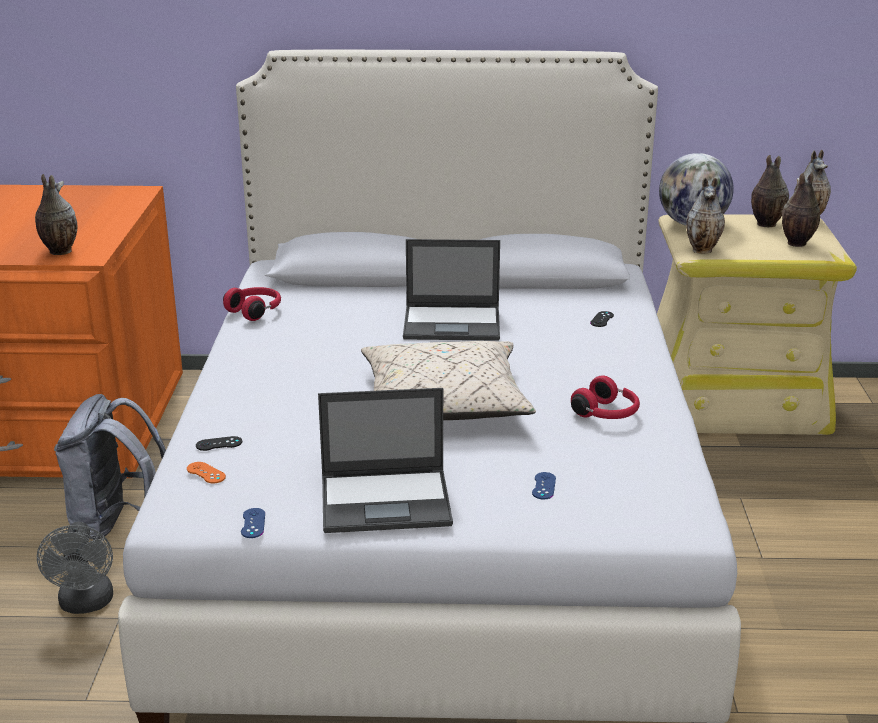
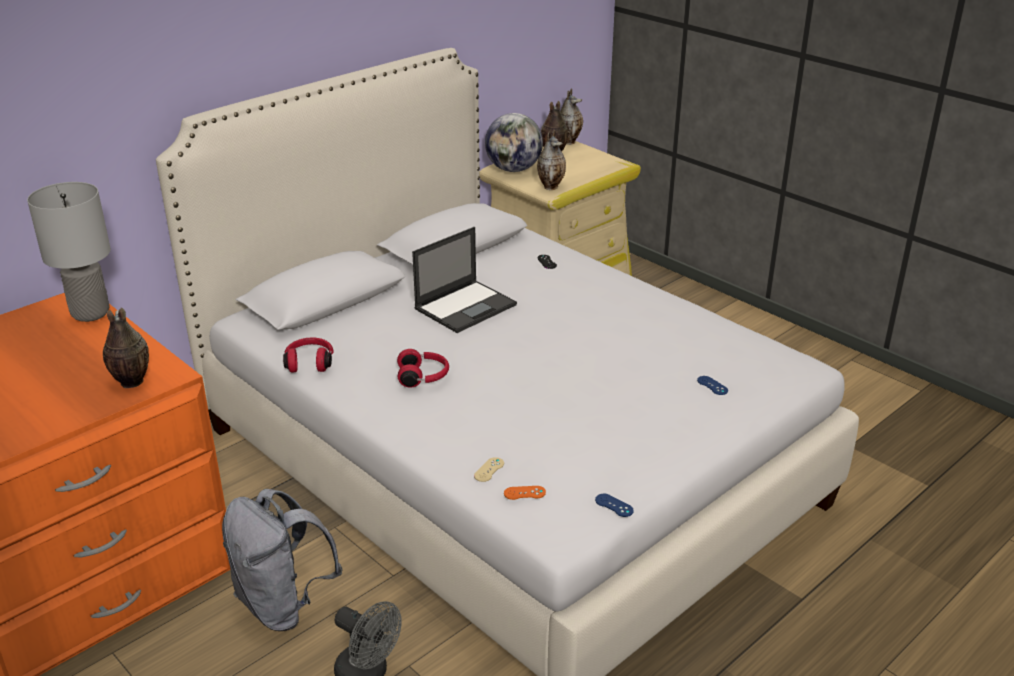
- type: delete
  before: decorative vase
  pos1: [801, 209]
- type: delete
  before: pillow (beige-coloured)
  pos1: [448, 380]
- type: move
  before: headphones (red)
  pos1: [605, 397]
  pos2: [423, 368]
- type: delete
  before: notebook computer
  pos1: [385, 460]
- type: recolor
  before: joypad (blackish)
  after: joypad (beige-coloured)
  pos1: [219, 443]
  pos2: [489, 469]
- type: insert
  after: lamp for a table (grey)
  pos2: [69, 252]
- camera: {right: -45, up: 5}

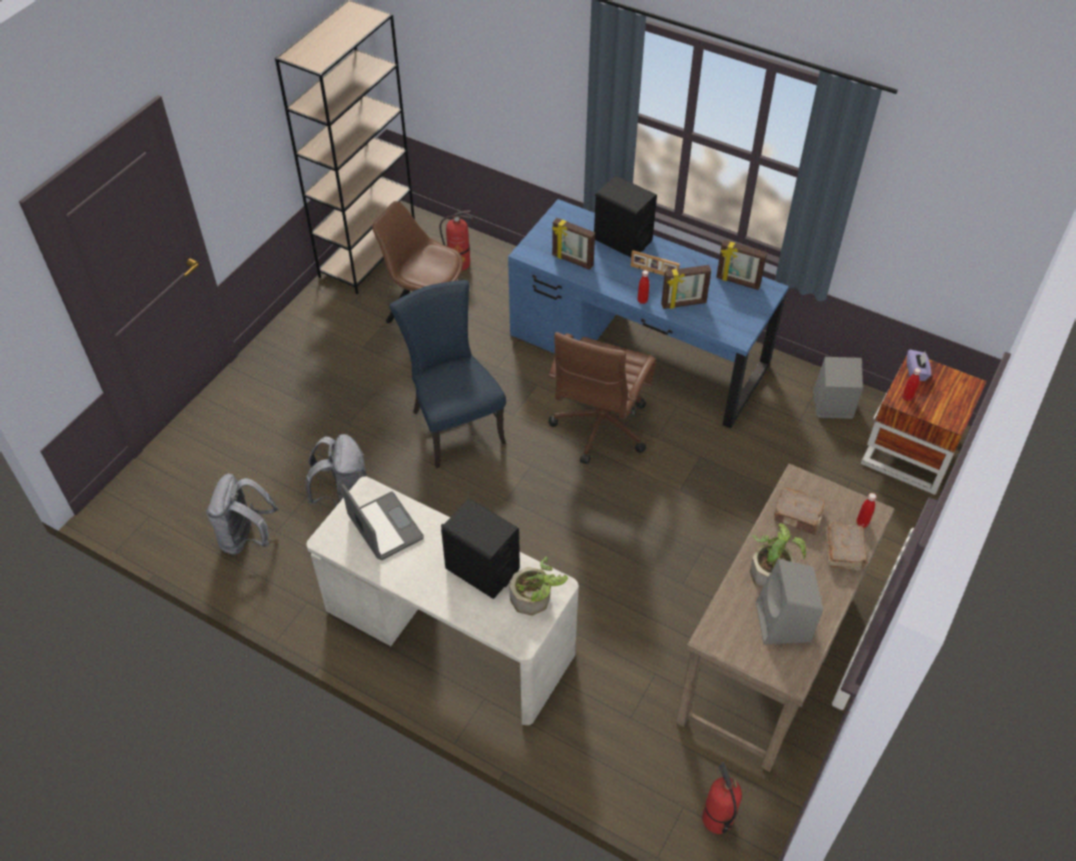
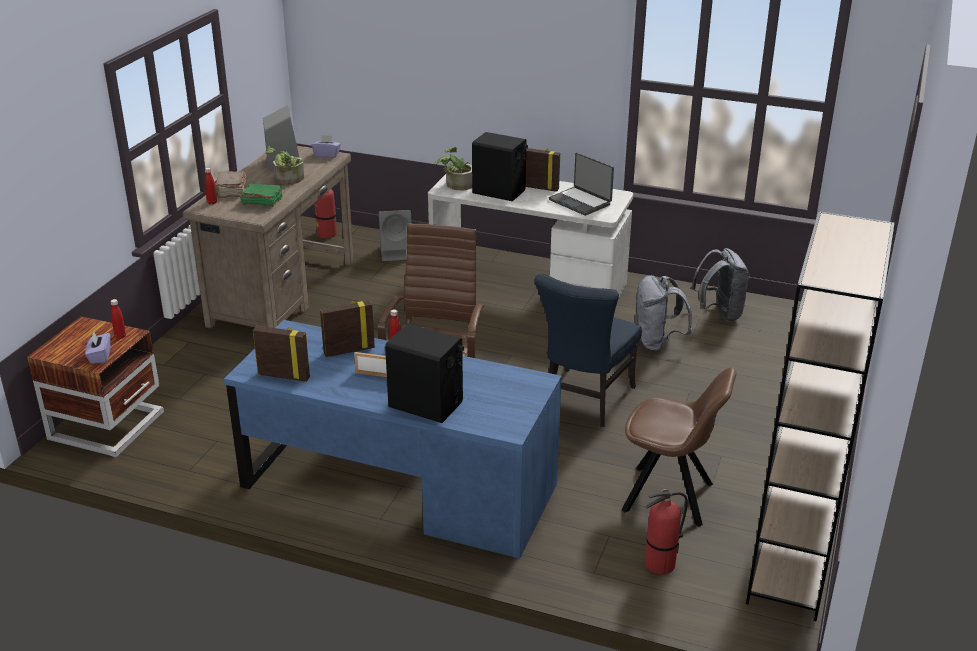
- type: move
  before: standing frame
  pos1: [573, 244]
  pos2: [543, 170]
- type: rotate
  before: plain chair (blue)
  pos1: [447, 374]
  pos2: [588, 350]
  turn: 60
- type: move
  before: audio speaker (grey)
  pos1: [838, 388]
  pos2: [395, 235]
- type: recolor
  before: bound book (brownish)
  after: bound book (greenish)
  pos1: [799, 511]
  pos2: [261, 195]
- type: insert
  after: box of tissues (purplish)
  pos2: [326, 146]
- camera: {right: 170, up: -20}

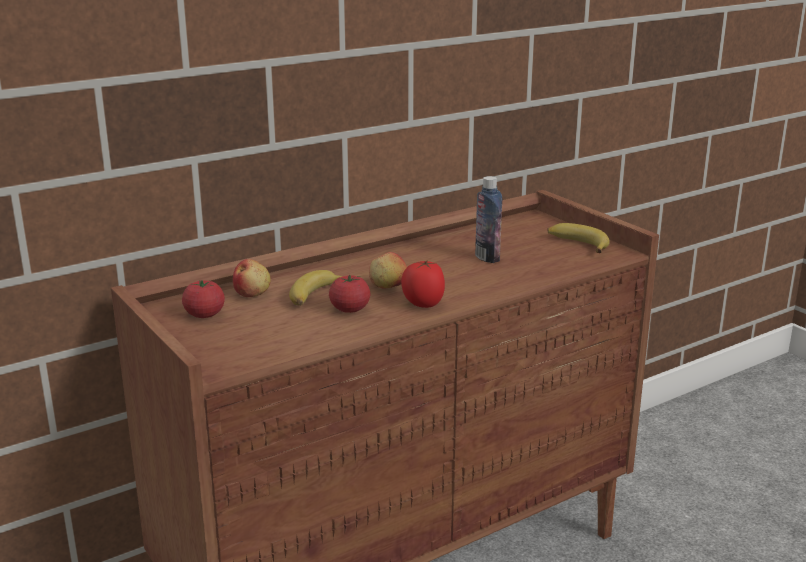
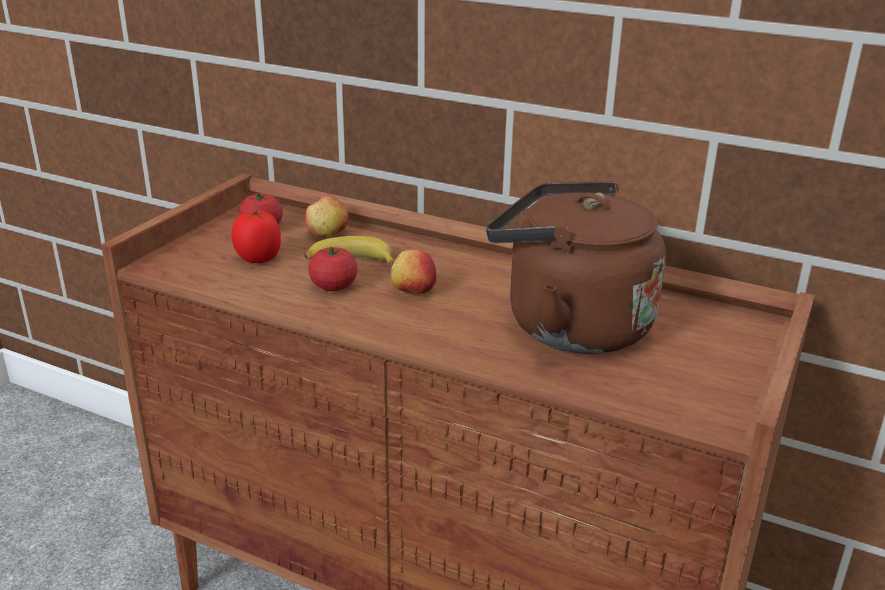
- type: replace
  before: beverage bottle
  after: water kettle (brownish)
  pos1: [488, 219]
  pos2: [576, 267]
- type: delete
  before: banana fruit
  pos1: [578, 238]
- type: move
  before: fresh tomato
  pos1: [423, 284]
  pos2: [256, 236]
- camera: {right: 60, up: 5}

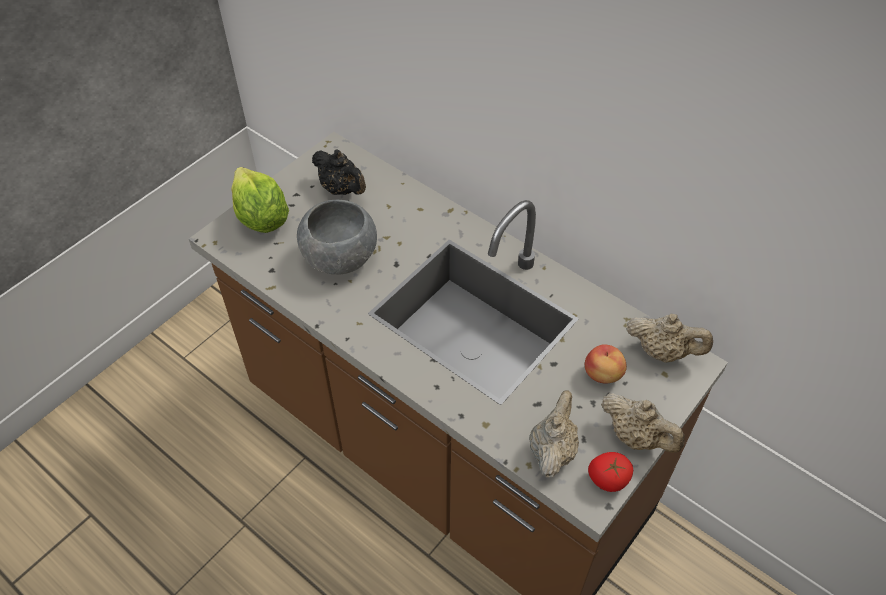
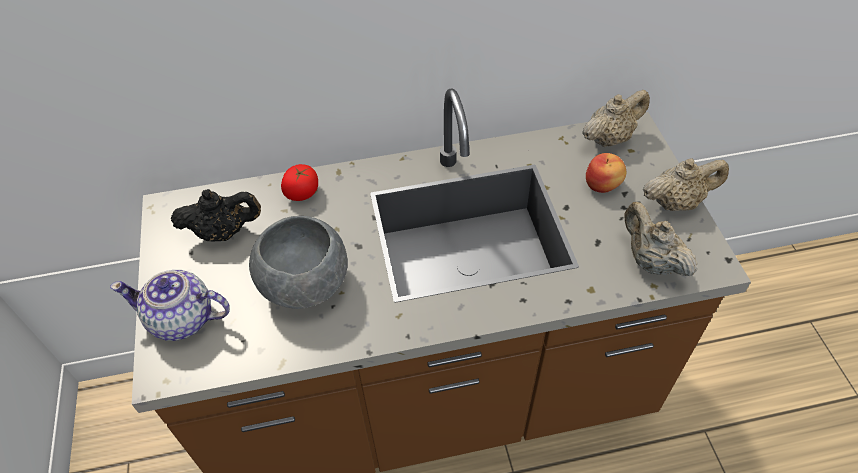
- type: replace
  before: head of lettuce
  after: pot for tea
  pos1: [260, 200]
  pos2: [170, 305]
- type: move
  before: fresh tomato
  pos1: [610, 472]
  pos2: [299, 182]
- camera: {right: -50, up: 0}

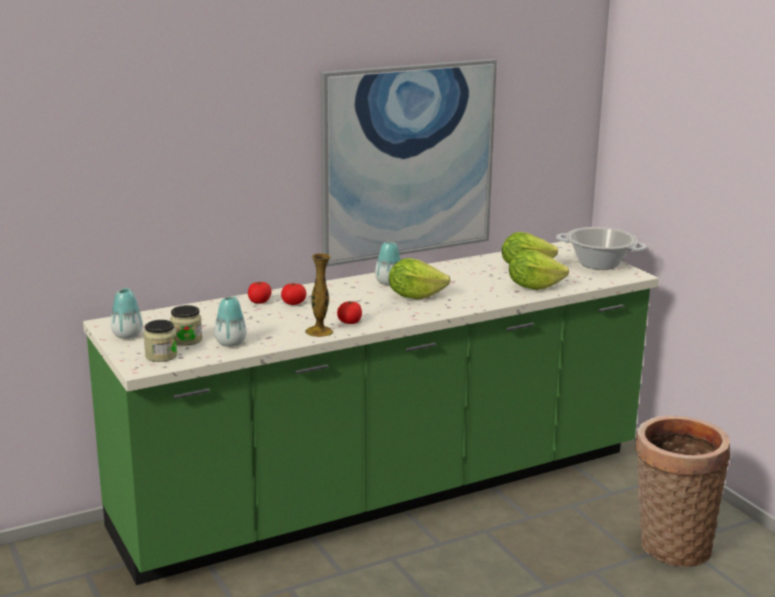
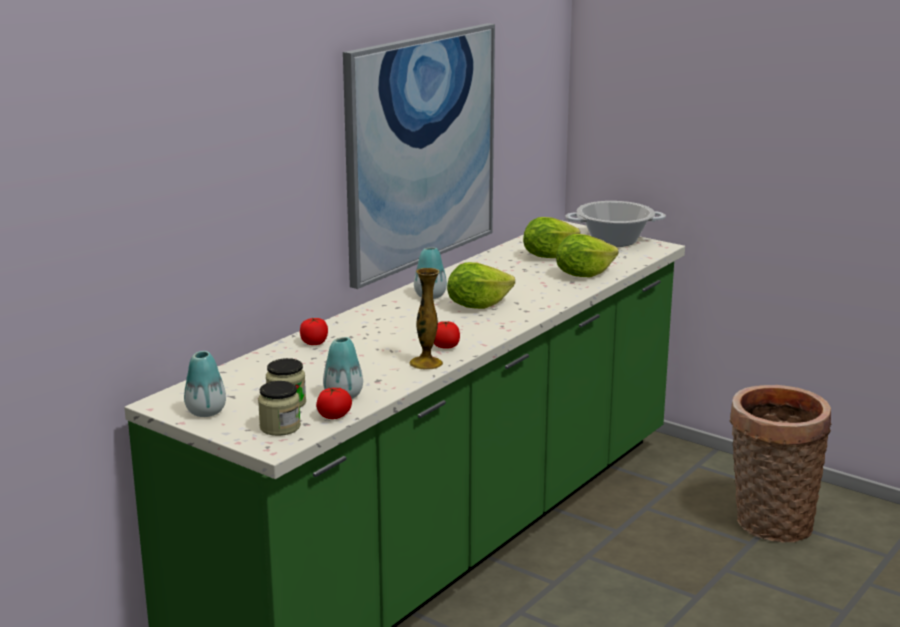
- type: move
  before: fresh tomato
  pos1: [293, 294]
  pos2: [334, 403]
- camera: {right: -25, up: 0}

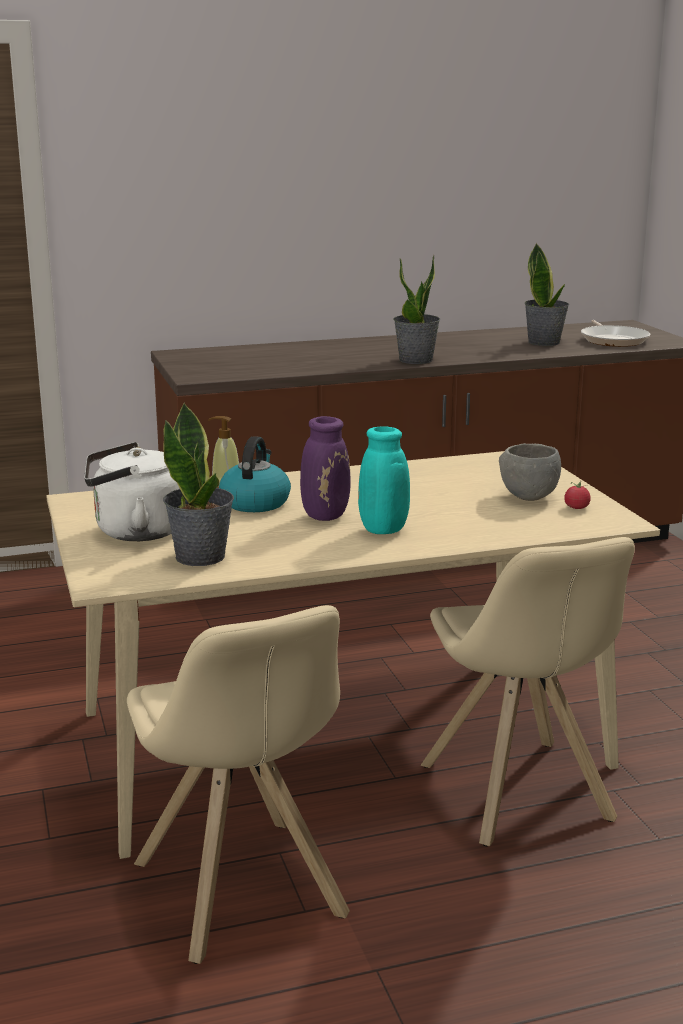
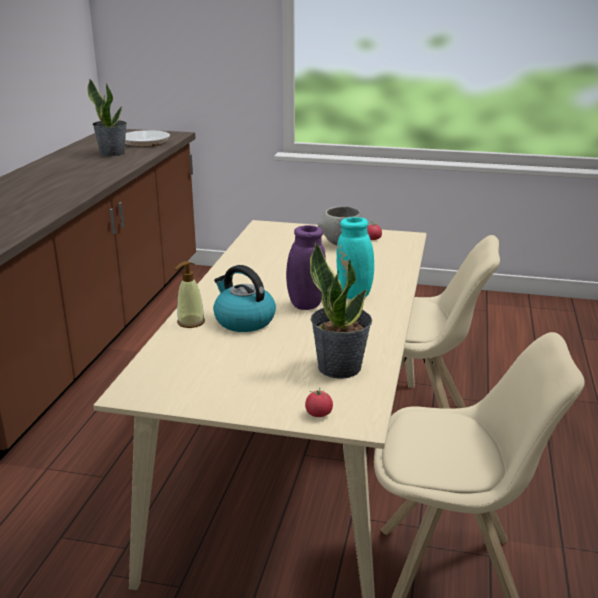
- type: delete
  before: houseplant
  pos1: [417, 309]
- type: delete
  before: water kettle (white)
  pos1: [132, 491]
- type: insert
  after: fresh tomato
  pos2: [319, 402]
- camera: {right: -60, up: 5}

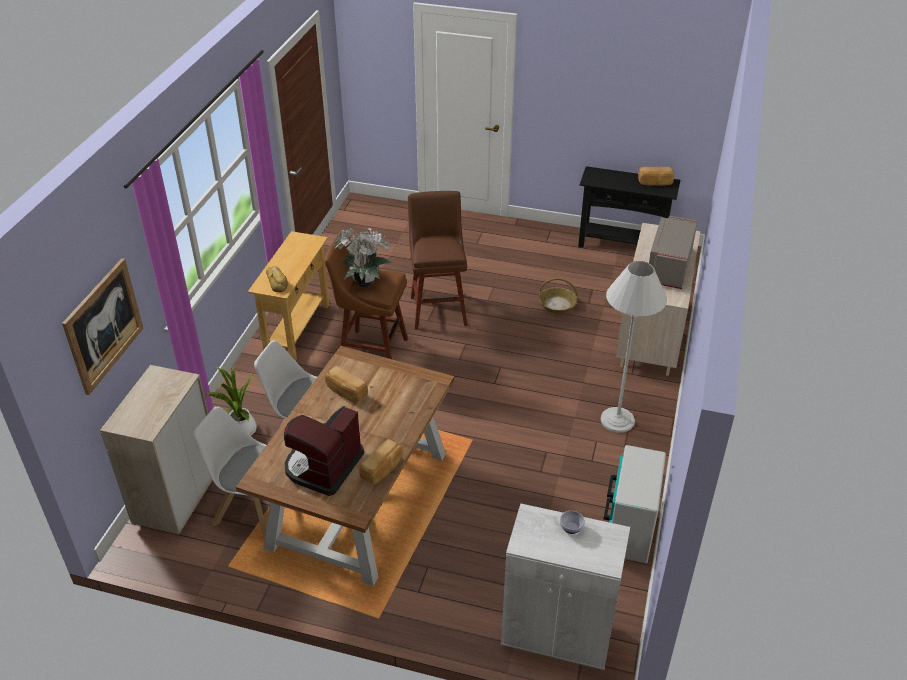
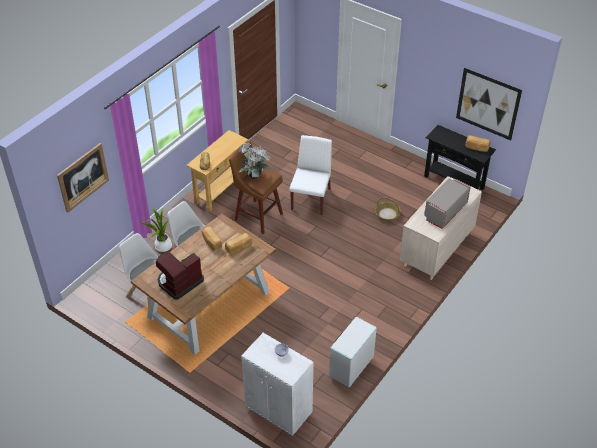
- type: replace
  before: stool (brownish)
  after: plain chair (white)
  pos1: [437, 260]
  pos2: [311, 175]
- type: delete
  before: standing lamp (white)
  pos1: [634, 347]
- type: delete
  before: storage cabinet (beige-coloured)
  pos1: [156, 450]
- type: move
  before: bread
  pos1: [381, 461]
  pos2: [238, 243]
- type: insert
  after: picture
  pos2: [489, 104]
- camera: {right: 20, up: 5}

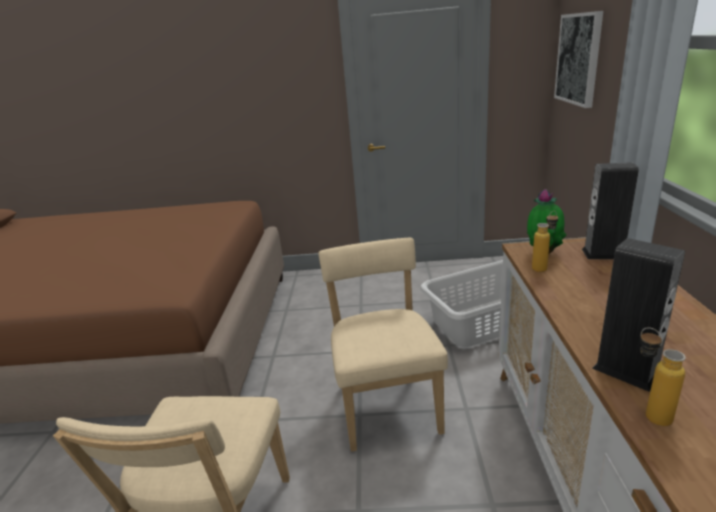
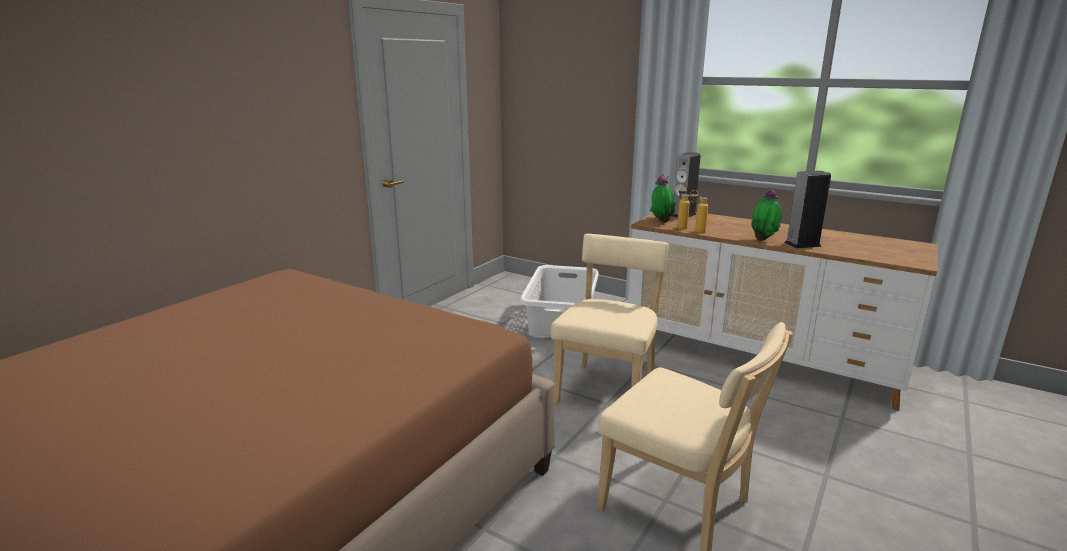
- type: delete
  before: picture
  pos1: [578, 59]
- type: rotate
  before: plain chair (beige-coloured)
  pos1: [383, 345]
  pos2: [610, 319]
  turn: 90
- type: move
  before: beverage bottle
  pos1: [663, 376]
  pos2: [699, 211]
- type: insert
  after: houseplant
  pos2: [766, 214]
- camera: {right: -60, up: -5}

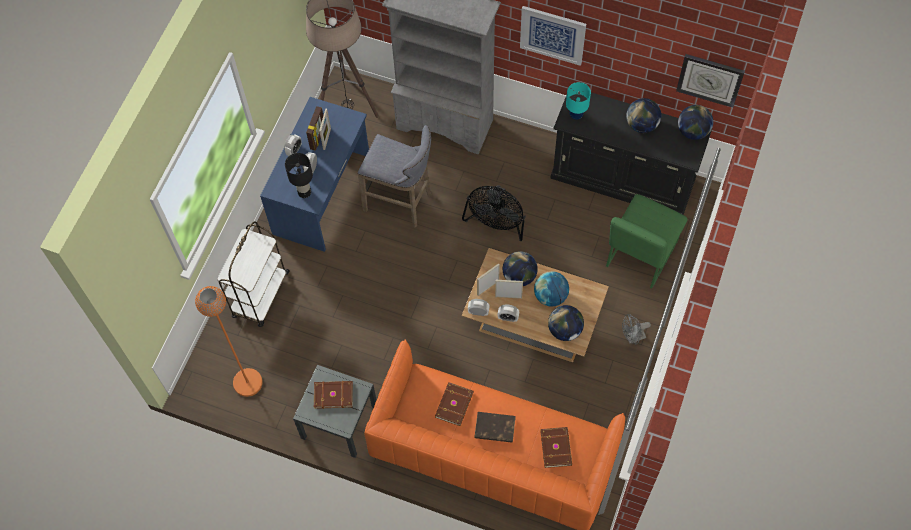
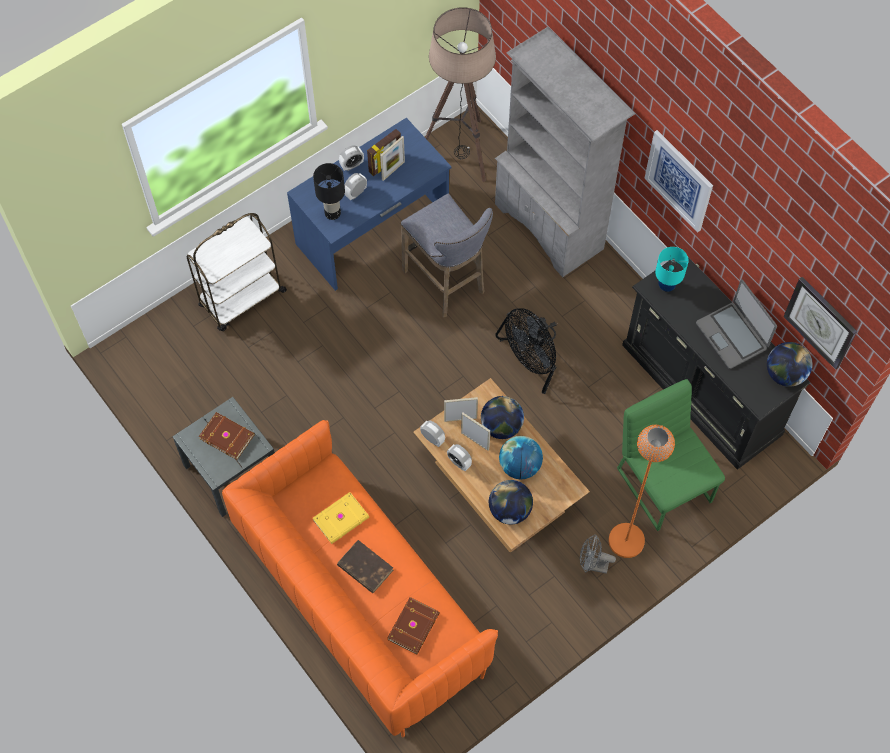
- type: replace
  before: globe
  after: notebook computer
  pos1: [643, 115]
  pos2: [736, 324]
- type: rotate
  before: plain chair (greenish)
  pos1: [646, 241]
  pos2: [671, 455]
  turn: 90
- type: move
  before: standing lamp (orangey)
  pos1: [229, 341]
  pos2: [641, 491]
- type: recolor
  before: bound book (brownish)
  after: bound book (yellow)
  pos1: [454, 404]
  pos2: [341, 518]
- camera: {right: 30, up: 0}

